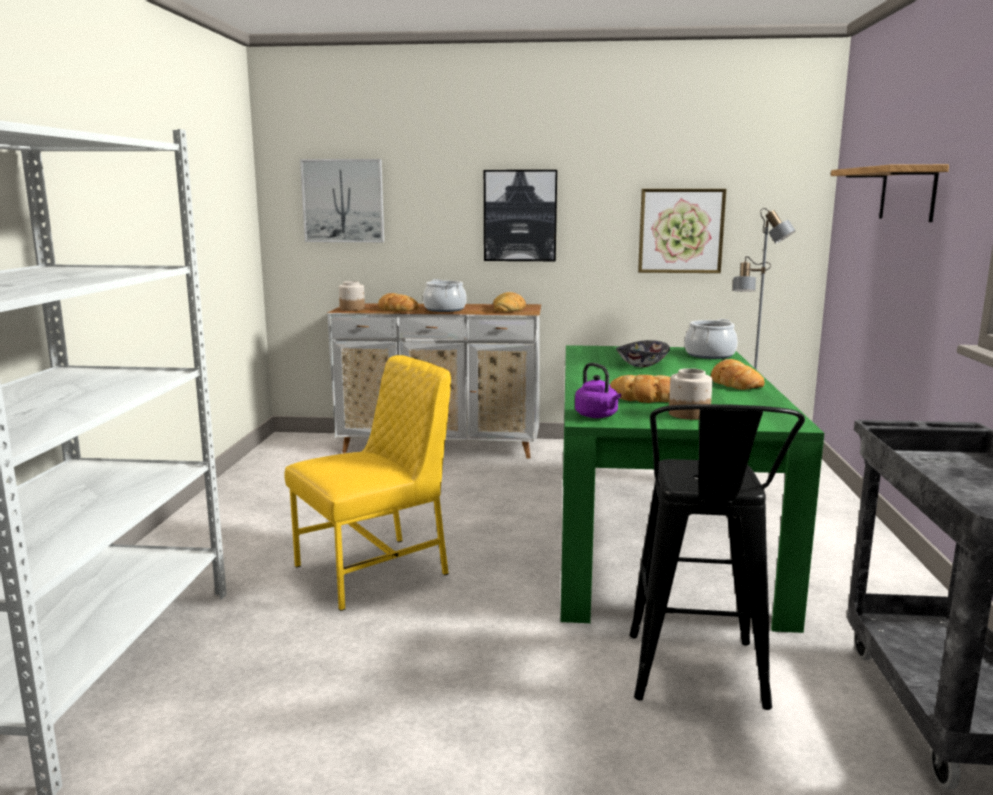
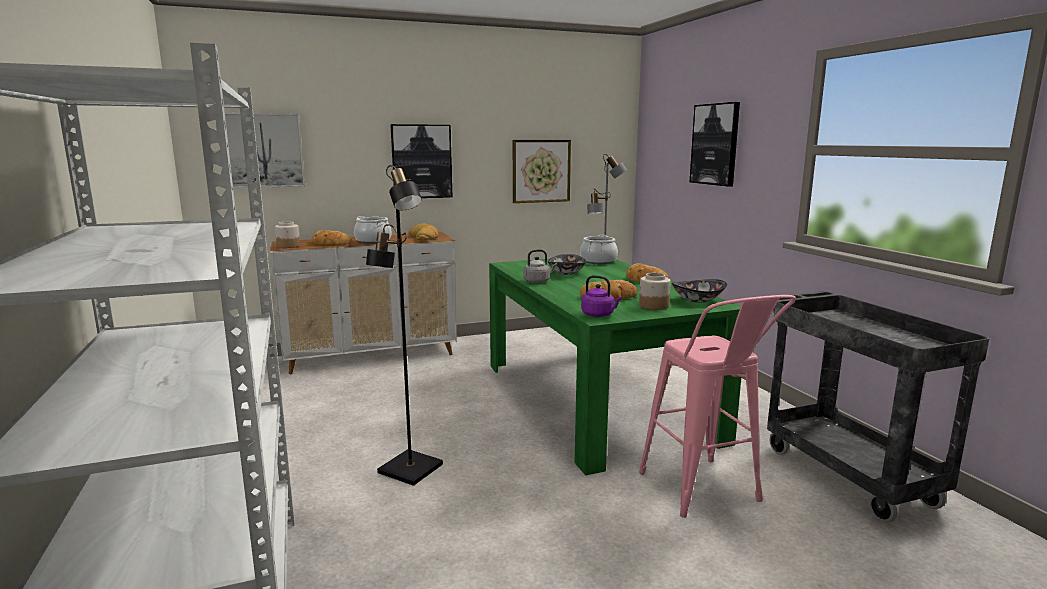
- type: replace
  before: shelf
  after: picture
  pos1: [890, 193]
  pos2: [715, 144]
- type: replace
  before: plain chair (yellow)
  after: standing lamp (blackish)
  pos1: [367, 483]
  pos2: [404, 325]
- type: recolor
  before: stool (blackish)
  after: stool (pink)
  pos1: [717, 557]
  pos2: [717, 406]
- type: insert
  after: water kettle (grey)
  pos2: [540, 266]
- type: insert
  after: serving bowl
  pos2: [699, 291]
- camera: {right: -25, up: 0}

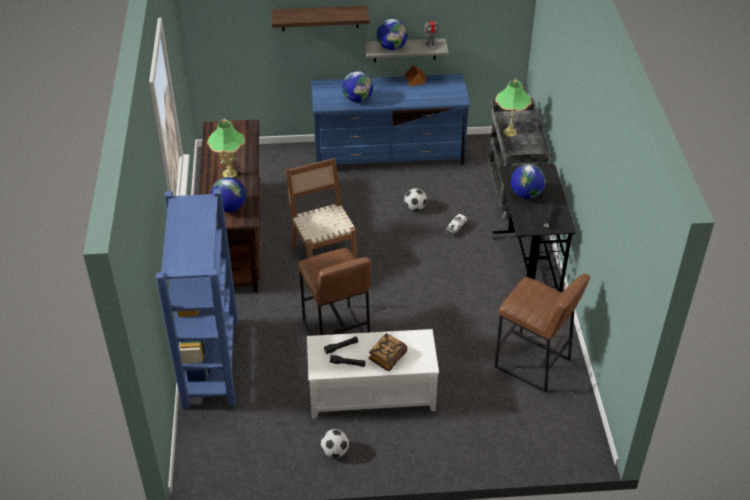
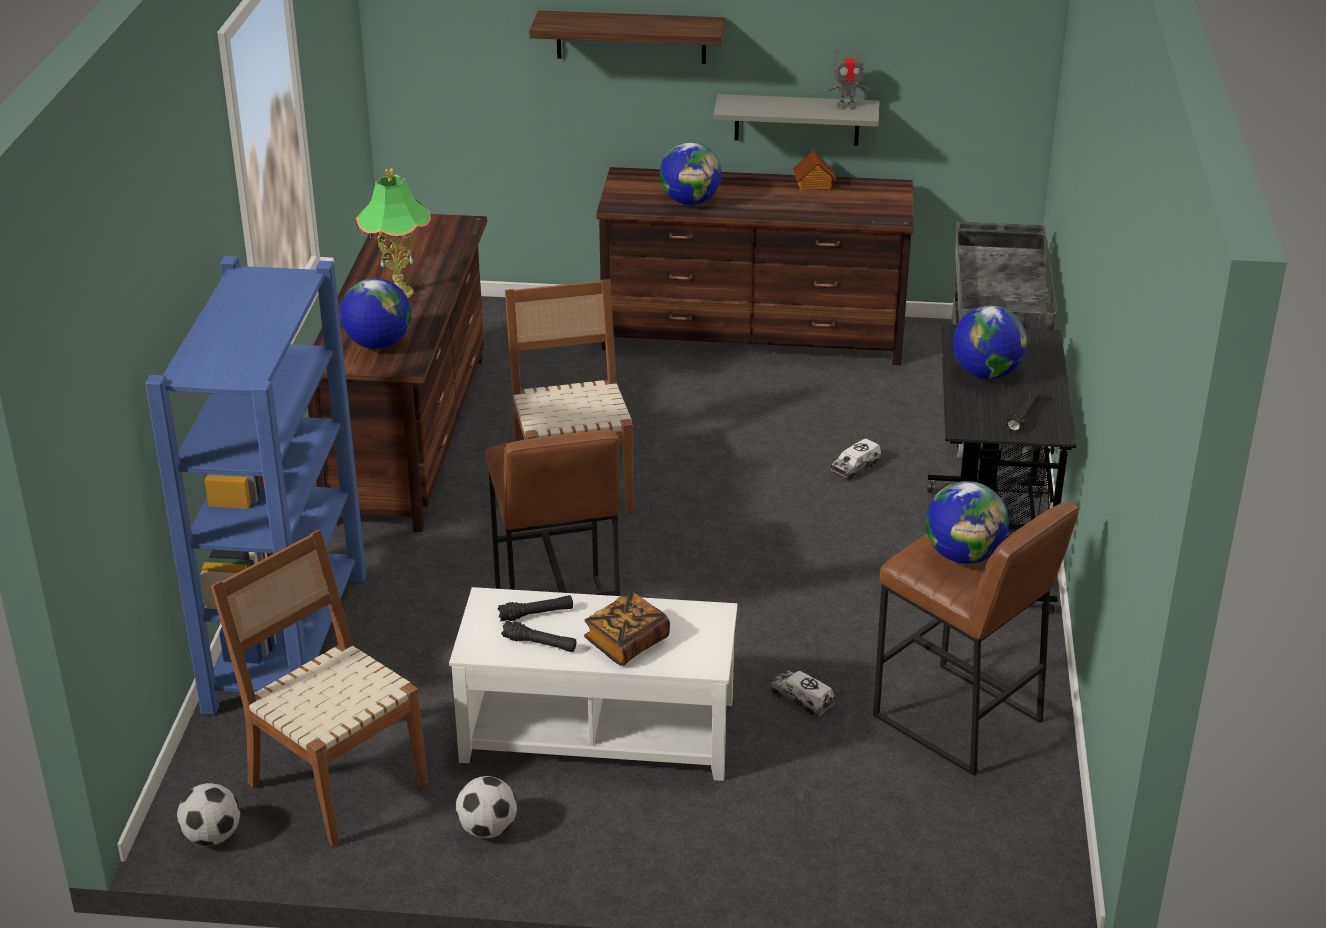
- type: move
  before: globe
  pos1: [392, 34]
  pos2: [967, 522]
- type: recolor
  before: chest of drawers (blue)
  after: chest of drawers (brownish)
  pos1: [390, 119]
  pos2: [754, 266]
- type: delete
  before: lamp for a table
  pos1: [513, 107]
- type: move
  before: ball for football
  pos1: [415, 199]
  pos2: [208, 814]
- type: insert
  after: plain chair
  pos2: [319, 688]
- type: insert
  after: toy lorry
  pos2: [803, 693]
- camera: {right: 10, up: -10}

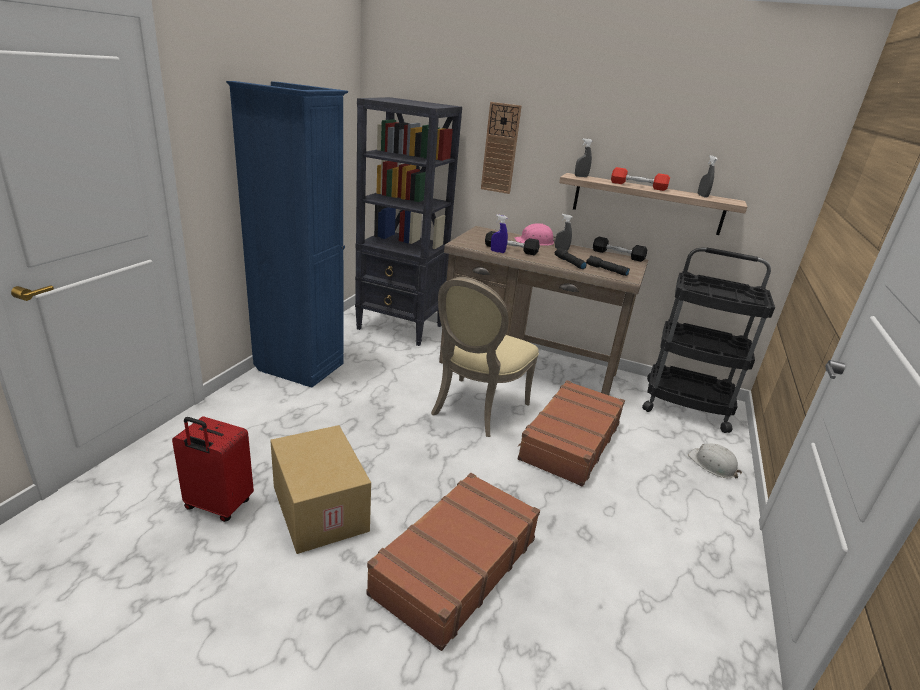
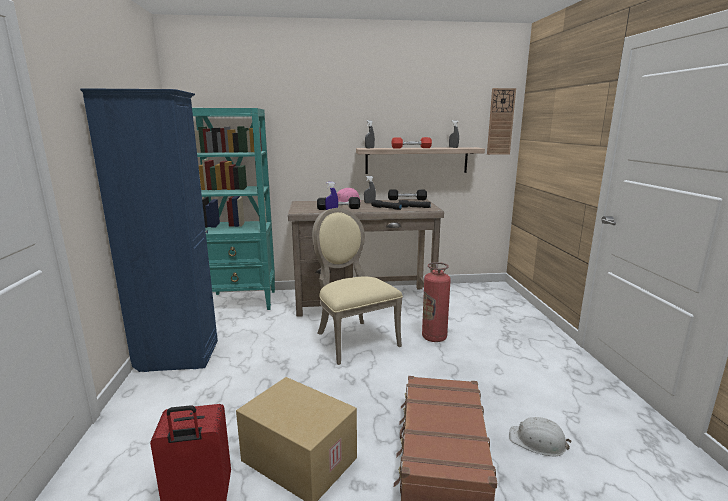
- type: recolor
  before: bookshelf (blackish)
  after: bookshelf (turquoise)
  pos1: [408, 221]
  pos2: [233, 209]
- type: move
  before: wall clock
  pos1: [501, 148]
  pos2: [501, 121]
- type: delete
  before: wheeled cart (blackish)
  pos1: [708, 340]
- type: rotate
  before: plain chair (beige-coloured)
  pos1: [485, 357]
  pos2: [357, 286]
  turn: 150
- type: replace
  before: travel case (brownish)
  after: fire-fighting cylinder
  pos1: [571, 433]
  pos2: [436, 302]
- type: move
  before: hard hat (white)
  pos1: [715, 461]
  pos2: [540, 436]
- camera: {right: -25, up: -10}

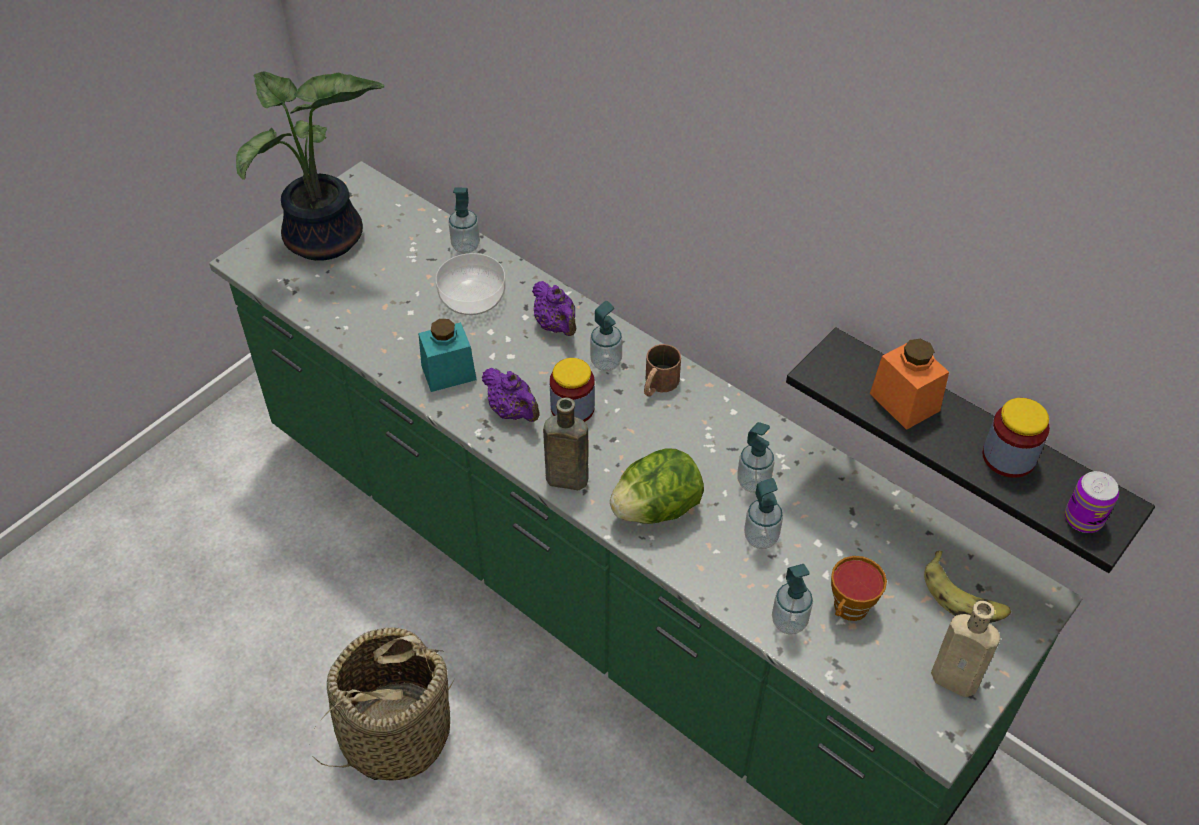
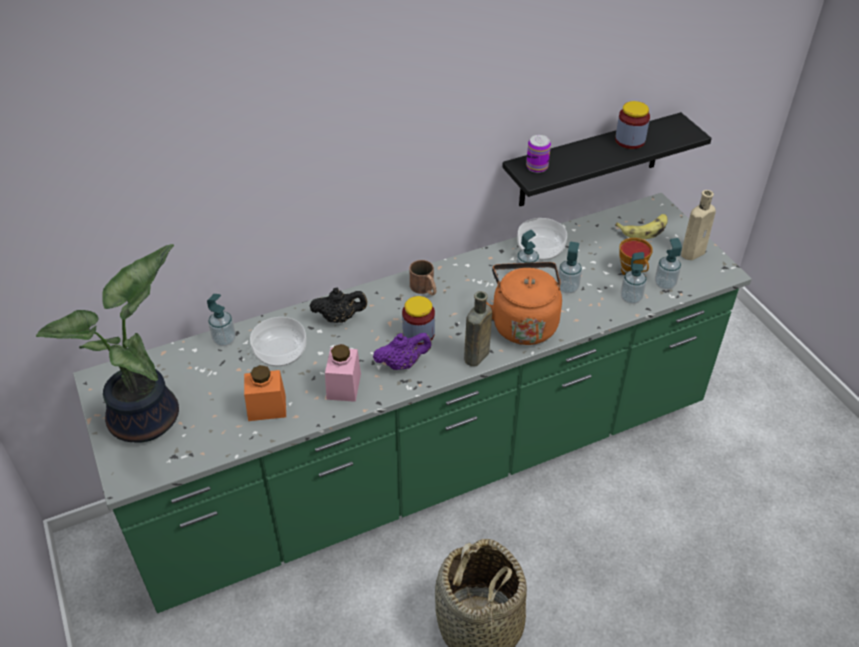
- type: recolor
  before: pot for tea (purplish)
  after: pot for tea (blackish)
  pos1: [554, 308]
  pos2: [338, 305]
- type: move
  before: soap dispenser
  pos1: [606, 336]
  pos2: [668, 264]
- type: recolor
  before: storage jar (turquoise)
  after: storage jar (pink)
  pos1: [447, 355]
  pos2: [343, 373]
- type: move
  before: storage jar (orangey)
  pos1: [909, 384]
  pos2: [265, 393]
- type: replace
  before: head of lettuce
  after: water kettle (orangey)
  pos1: [657, 486]
  pos2: [524, 303]
- type: move
  before: can
  pos1: [1092, 502]
  pos2: [538, 154]
- type: insert
  after: serving bowl
  pos2: [542, 239]
- camera: {right: -65, up: -5}

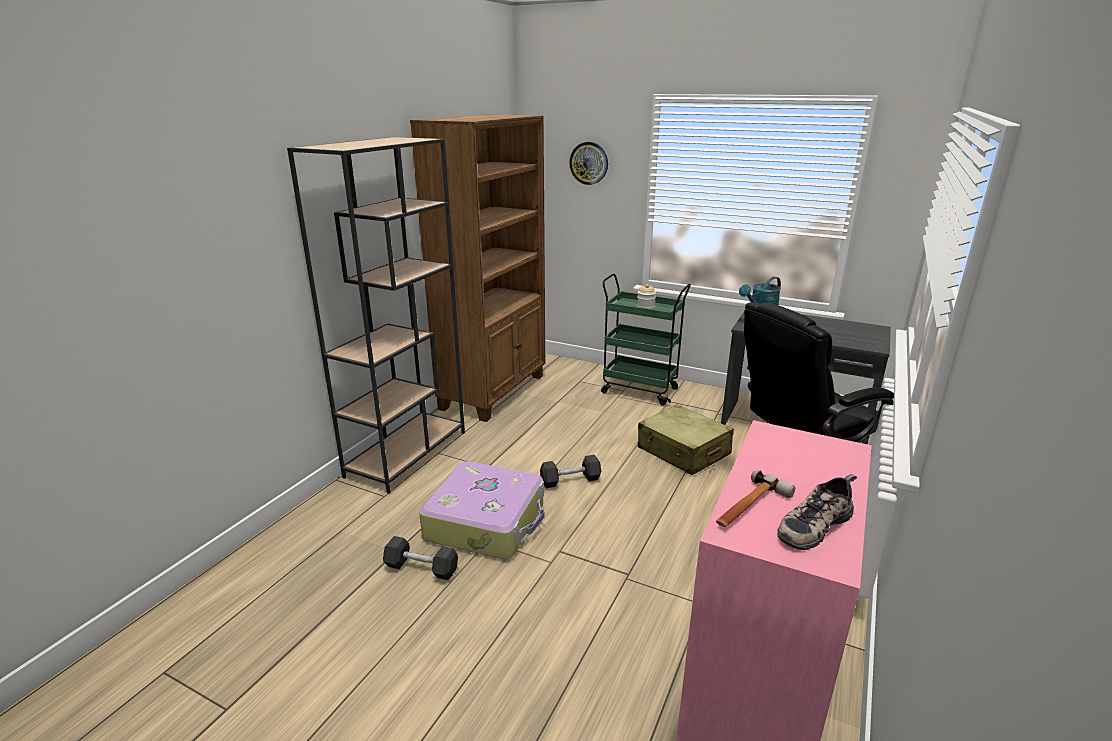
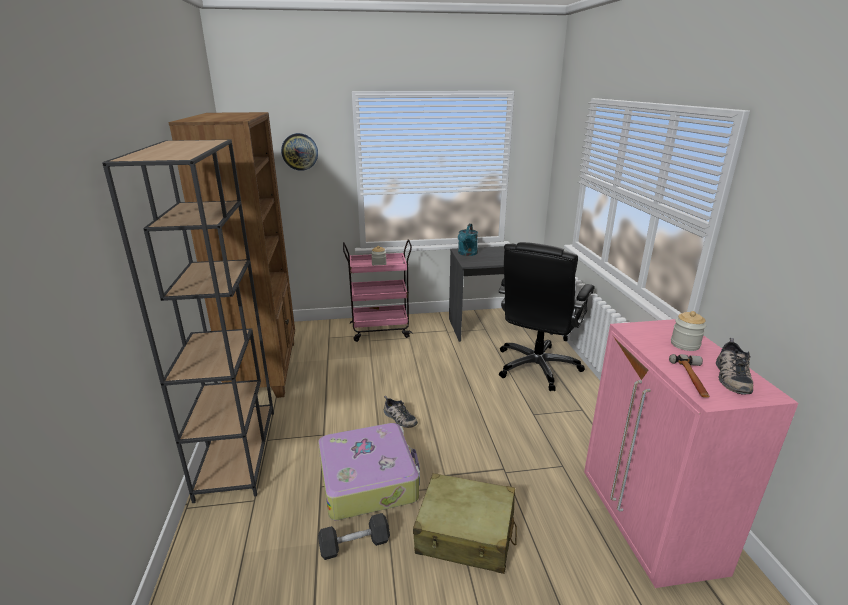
- type: recolor
  before: wheeled cart (greenish)
  after: wheeled cart (pink)
  pos1: [646, 340]
  pos2: [378, 290]
- type: move
  before: travel case (beige-coloured)
  pos1: [686, 440]
  pos2: [465, 523]
- type: replace
  before: free weight (grey)
  after: item of footwear
  pos1: [570, 471]
  pos2: [401, 412]
- type: insert
  after: storage jar
  pos2: [688, 331]
- camera: {right: -35, up: 0}

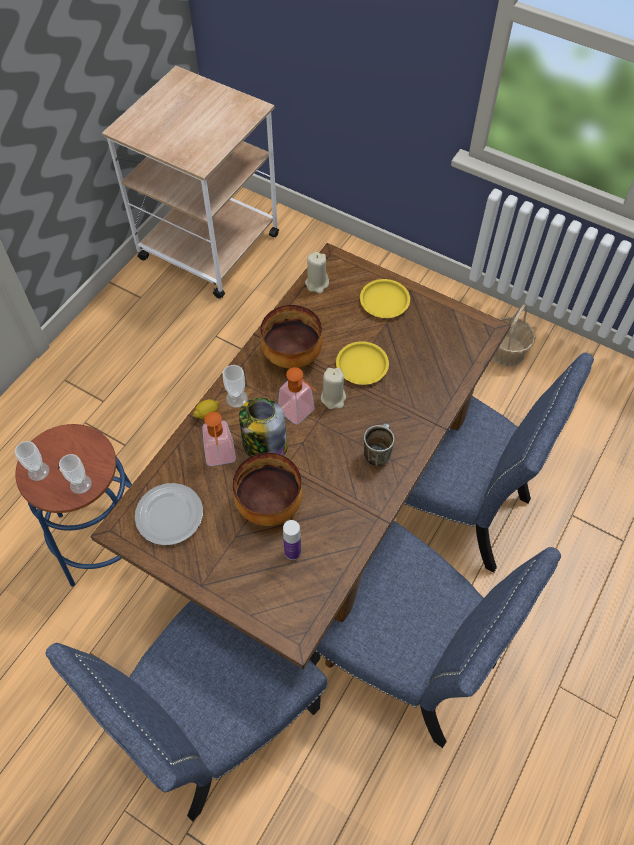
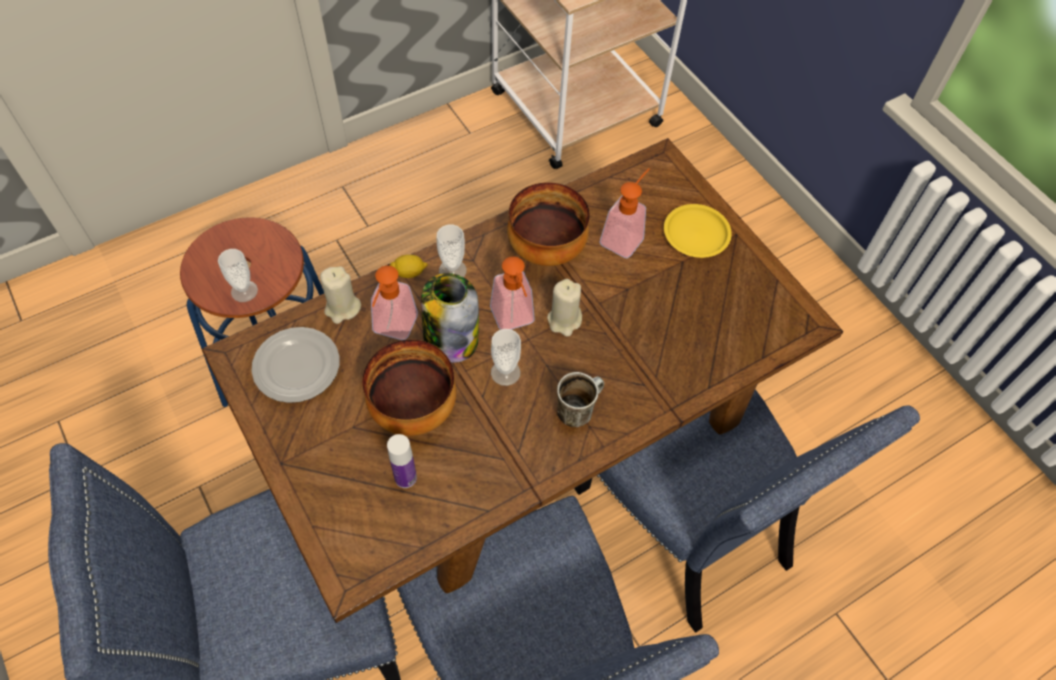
- type: move
  before: candle (beige-coloured)
  pos1: [317, 273]
  pos2: [340, 295]
- type: delete
  before: storage basket
  pos1: [513, 336]
- type: delete
  before: flat dish (yellow)
  pos1: [362, 363]
- type: move
  before: drinking cup
  pos1: [32, 461]
  pos2: [506, 357]
- type: insert
  after: soap dispenser
  pos2: [624, 213]
- camera: {right: 25, up: 0}

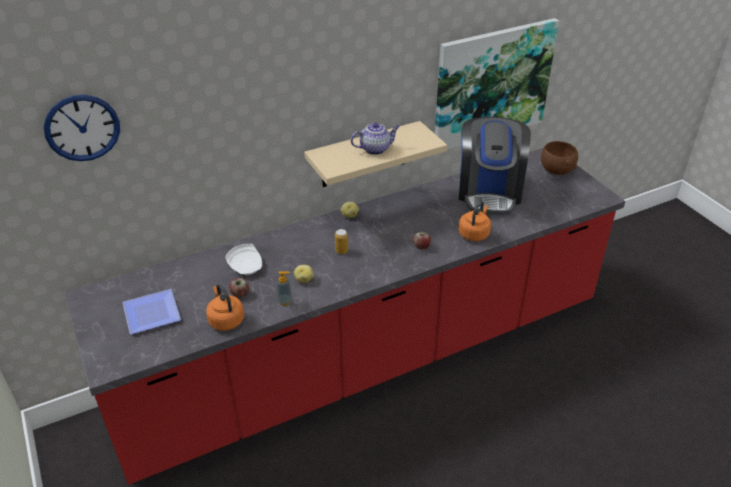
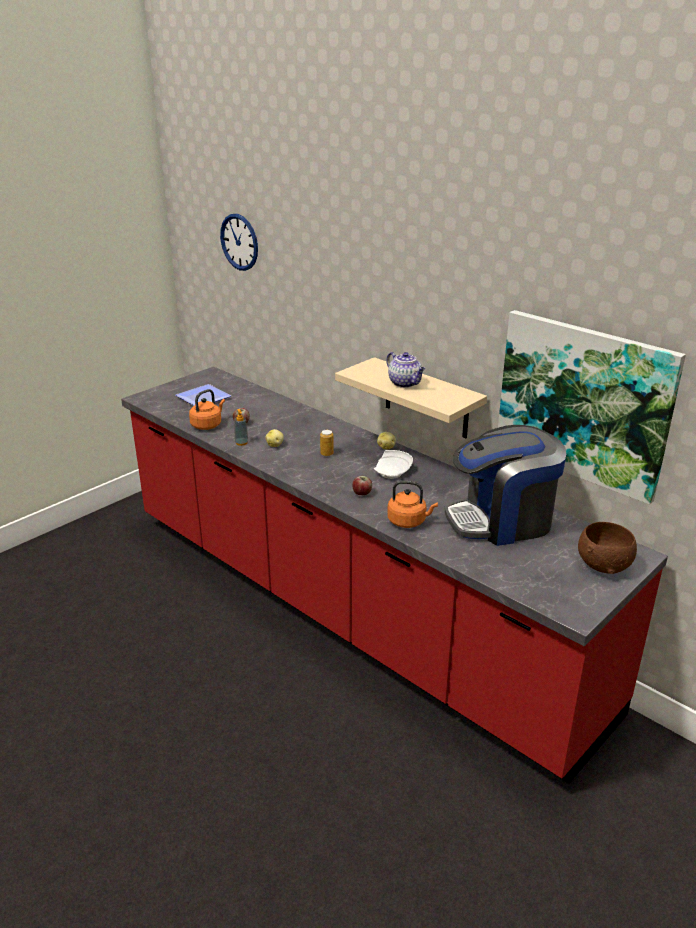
- type: move
  before: flat dish (white)
  pos1: [244, 259]
  pos2: [393, 464]
- camera: {right: 70, up: -10}

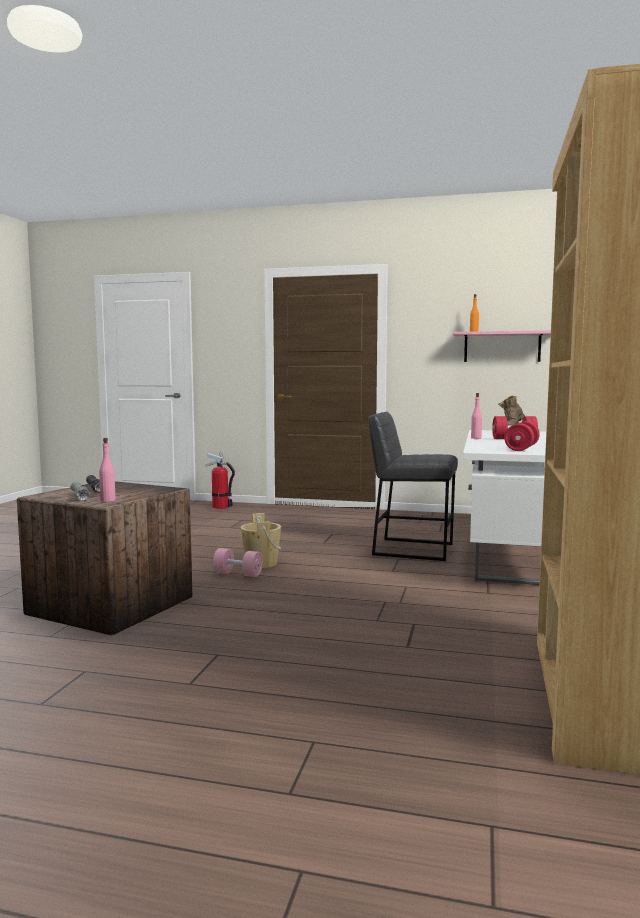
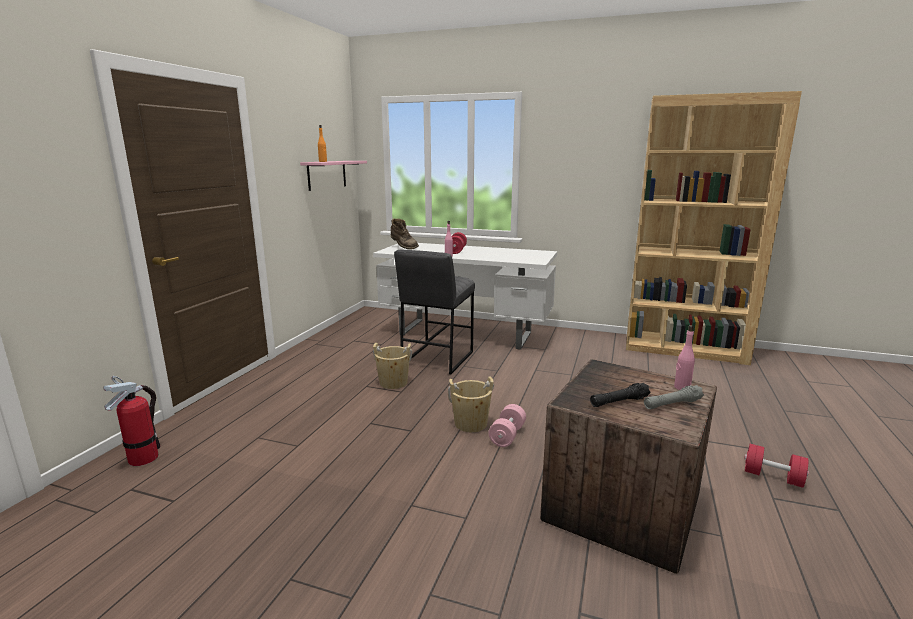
- type: move
  before: free weight (red)
  pos1: [522, 436]
  pos2: [776, 466]
- type: insert
  after: water bucket (beige-coloured)
  pos2: [392, 366]
- camera: {right: -85, up: 10}

